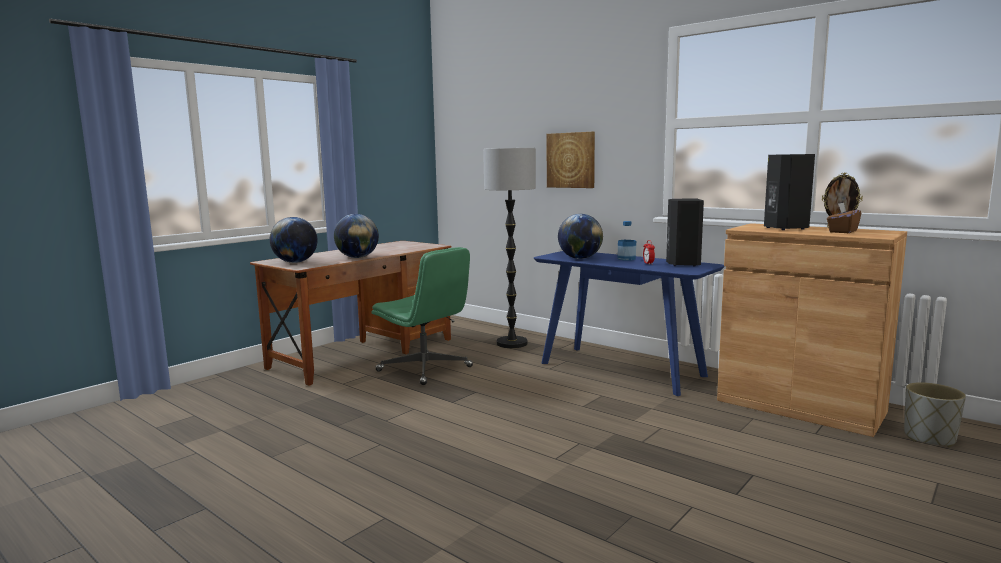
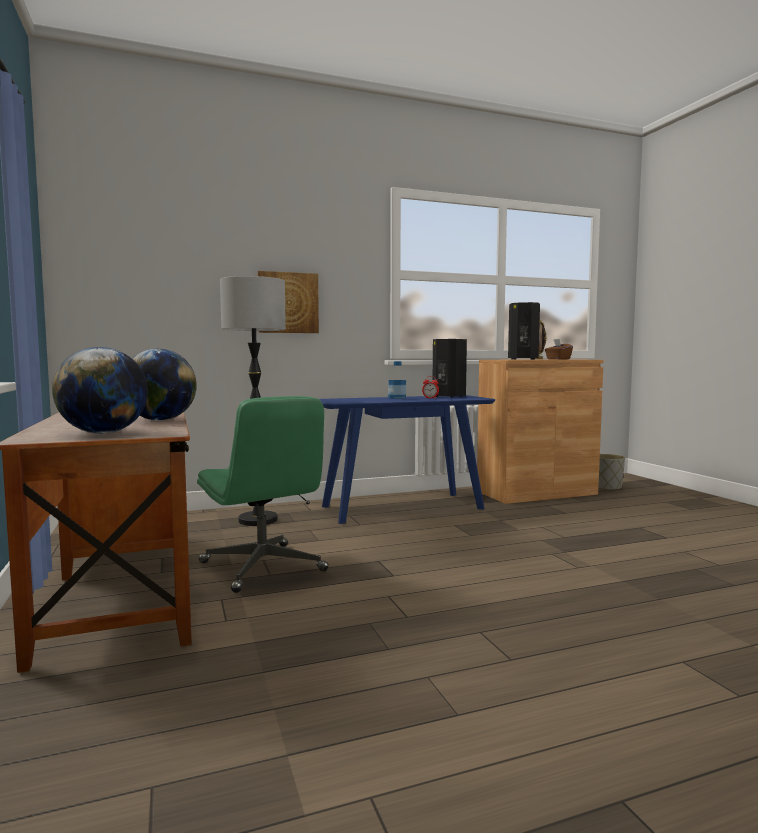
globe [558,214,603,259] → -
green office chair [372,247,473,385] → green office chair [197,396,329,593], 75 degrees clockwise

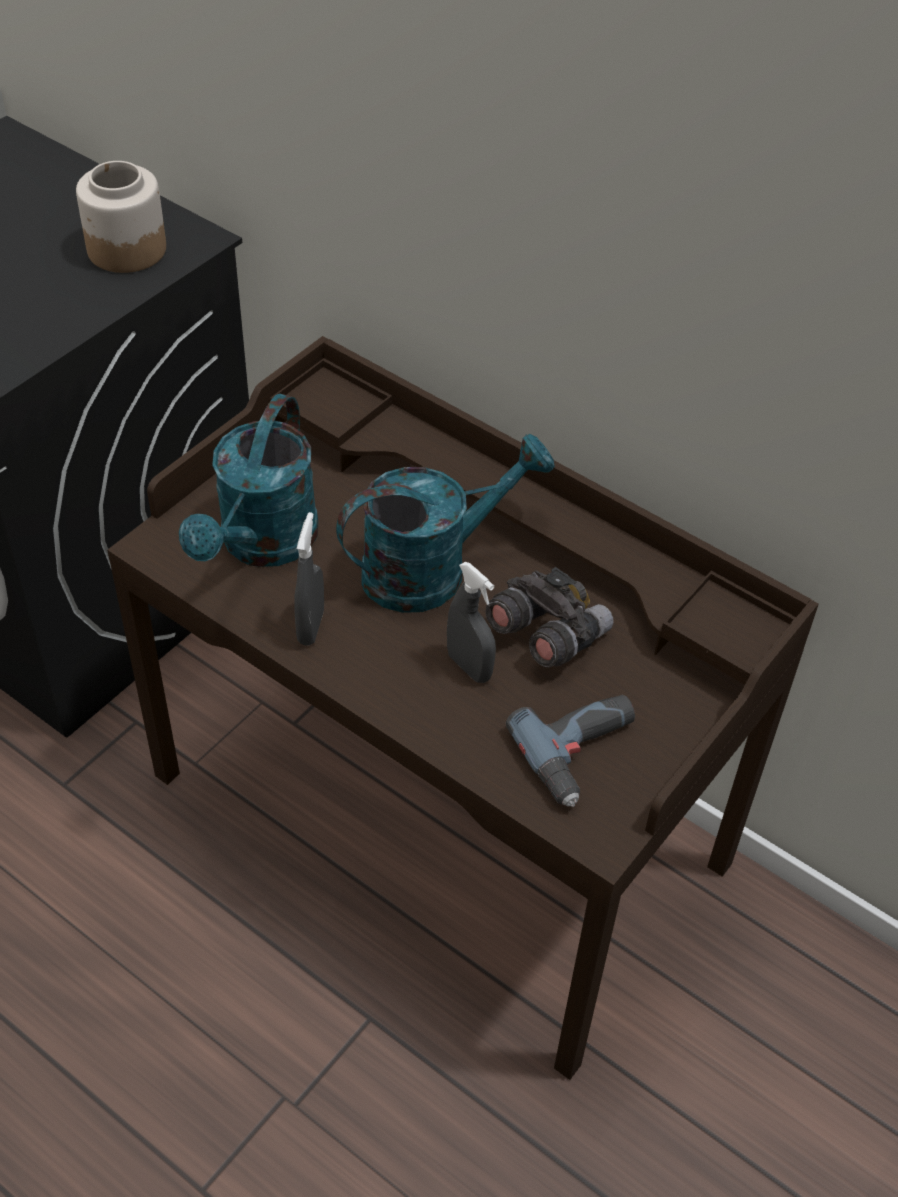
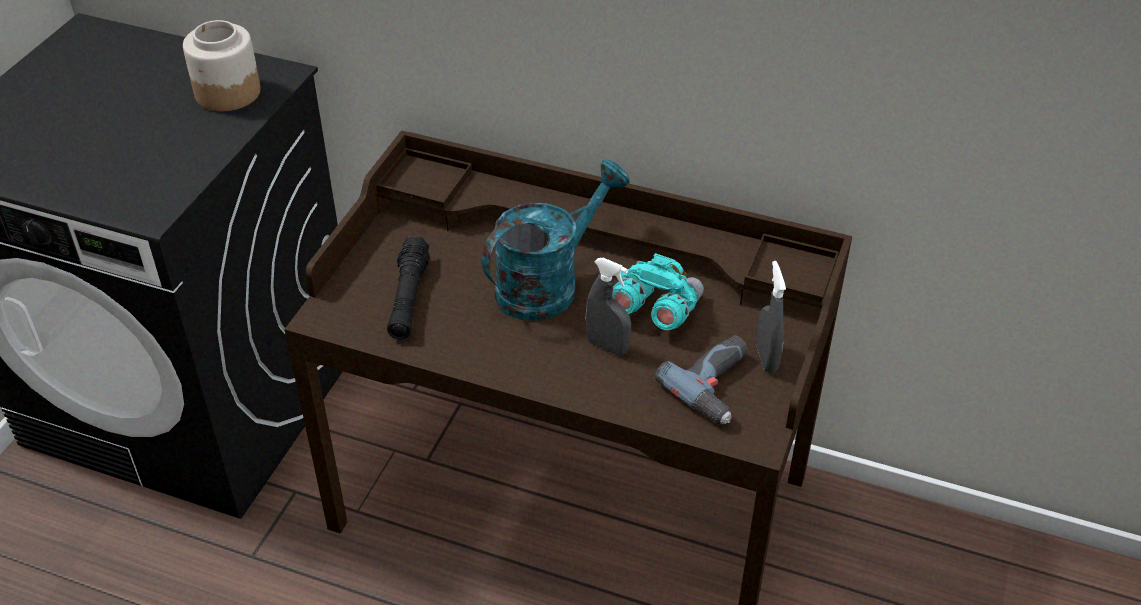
grey spray bottle [294,512,324,646] → grey spray bottle [756,261,786,373], move
turquoise watering can [179,394,318,567] → black flashlight [387,236,430,339]
grey binoculars [486,567,614,667] → turquoise binoculars [612,253,704,330]

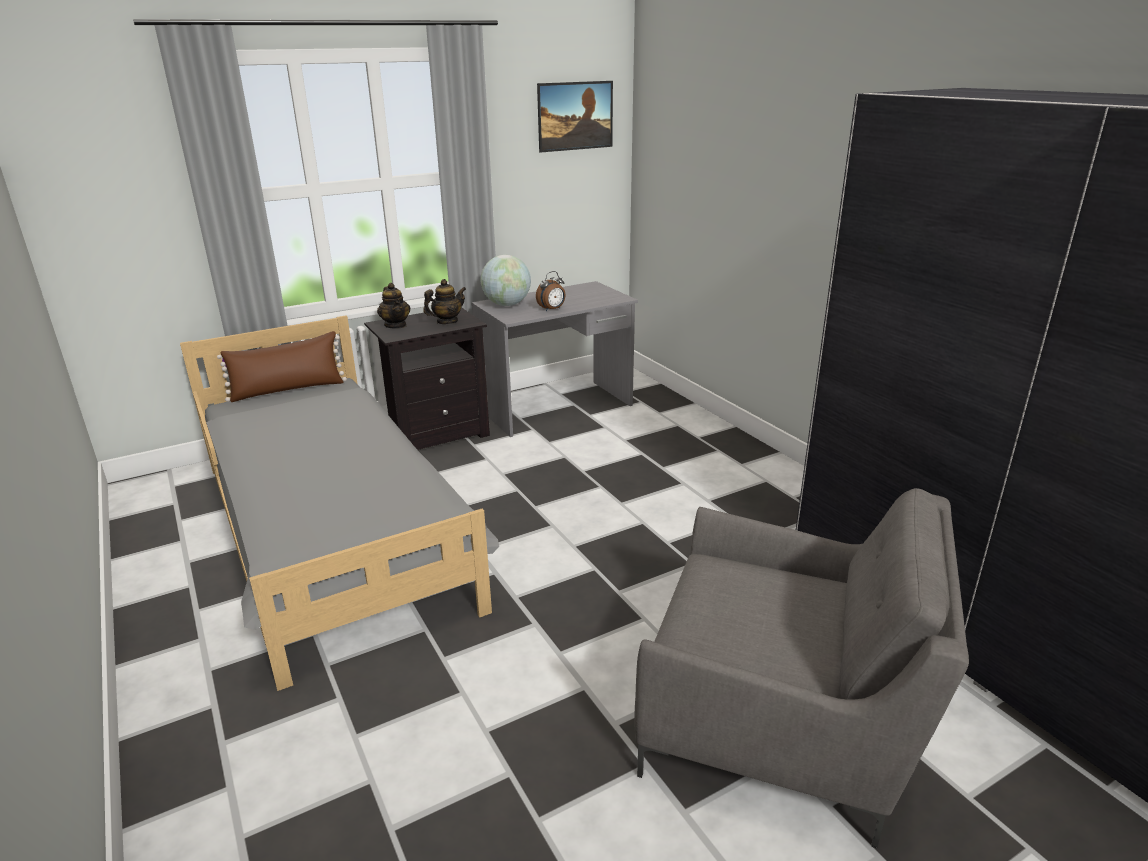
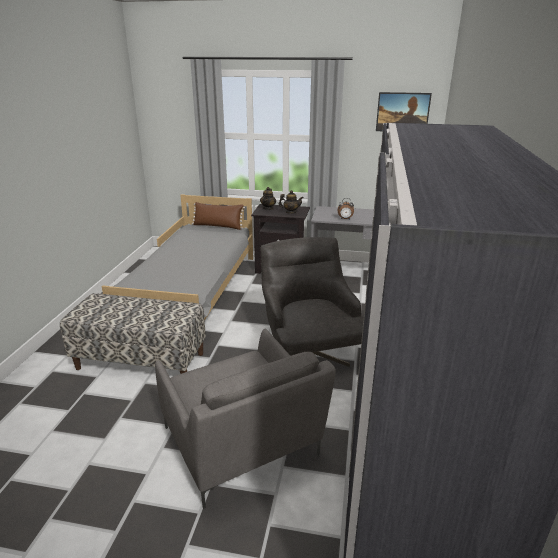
globe [481,255,531,306] → -
- → bench [60,293,206,374]
- → grey armchair [260,237,364,367]

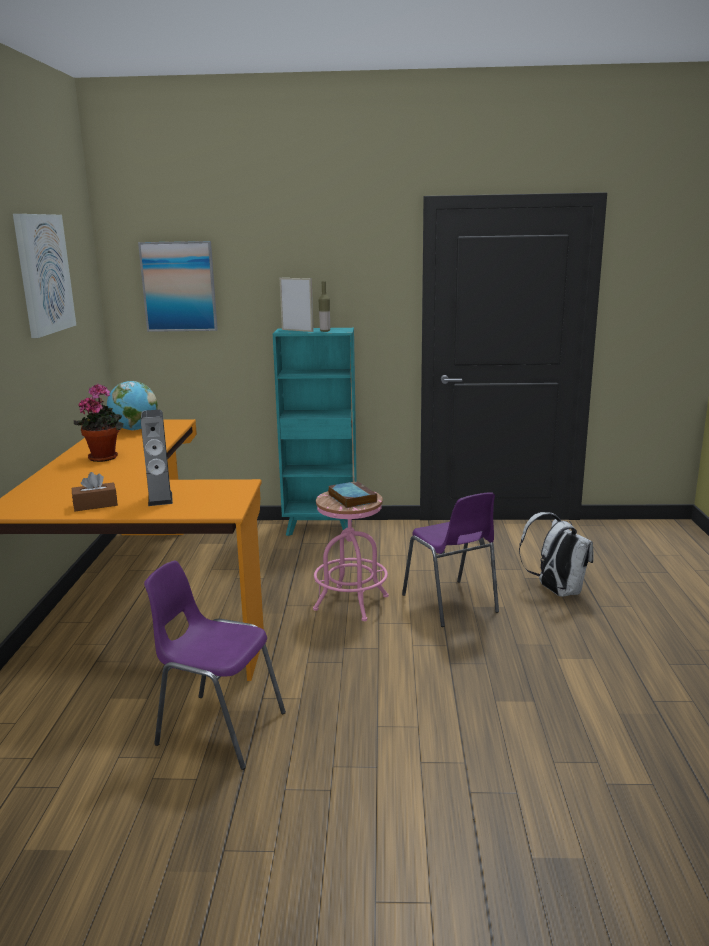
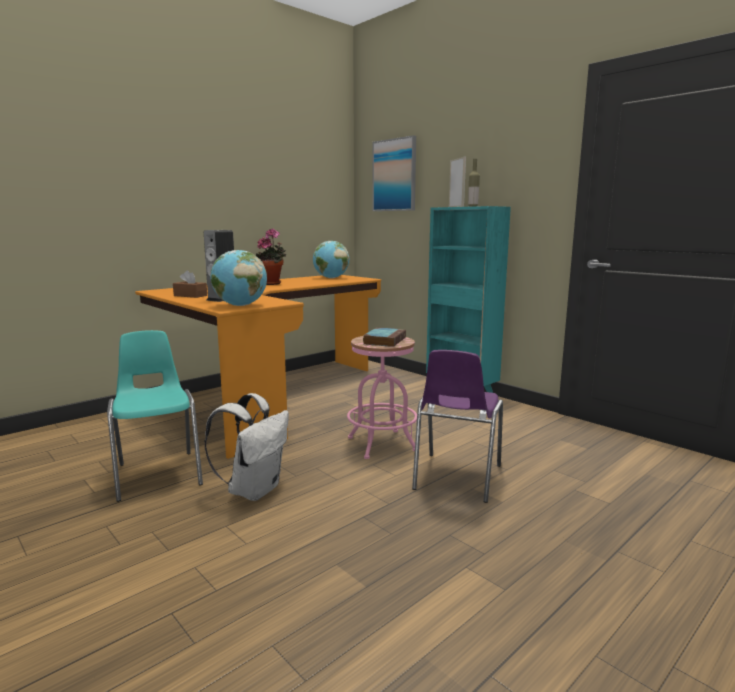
picture [13,214,76,338] → -
- → globe [211,250,267,306]
white backpack [519,512,593,597] → white backpack [204,393,289,501], move
purple chair [144,560,286,770] → turquoise chair [107,330,203,502]

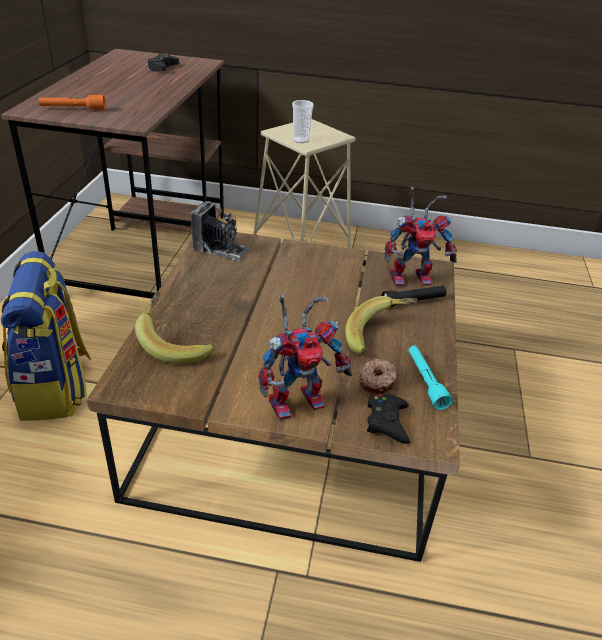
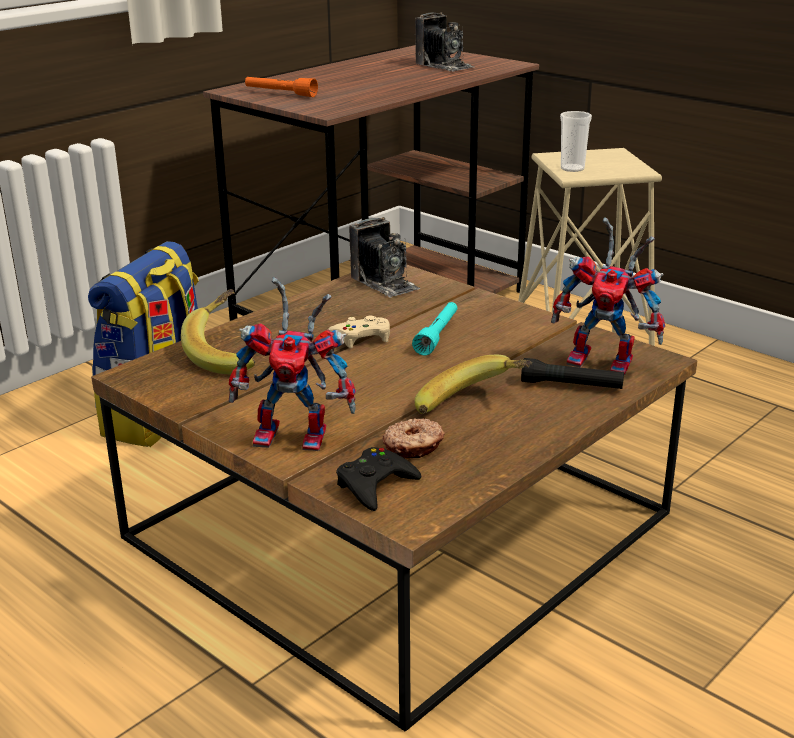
- → beige game controller [327,316,390,348]
turquoise flashlight [409,346,453,410] → turquoise flashlight [412,302,457,355], move
black game controller [148,53,180,71] → photo camera [415,12,474,72]

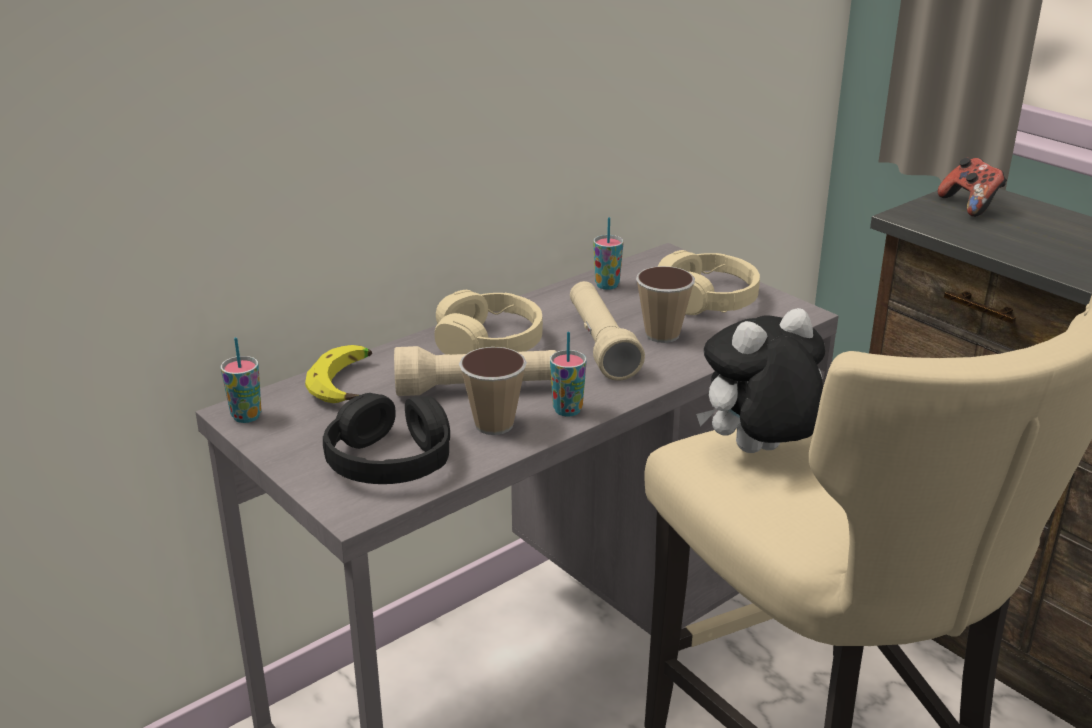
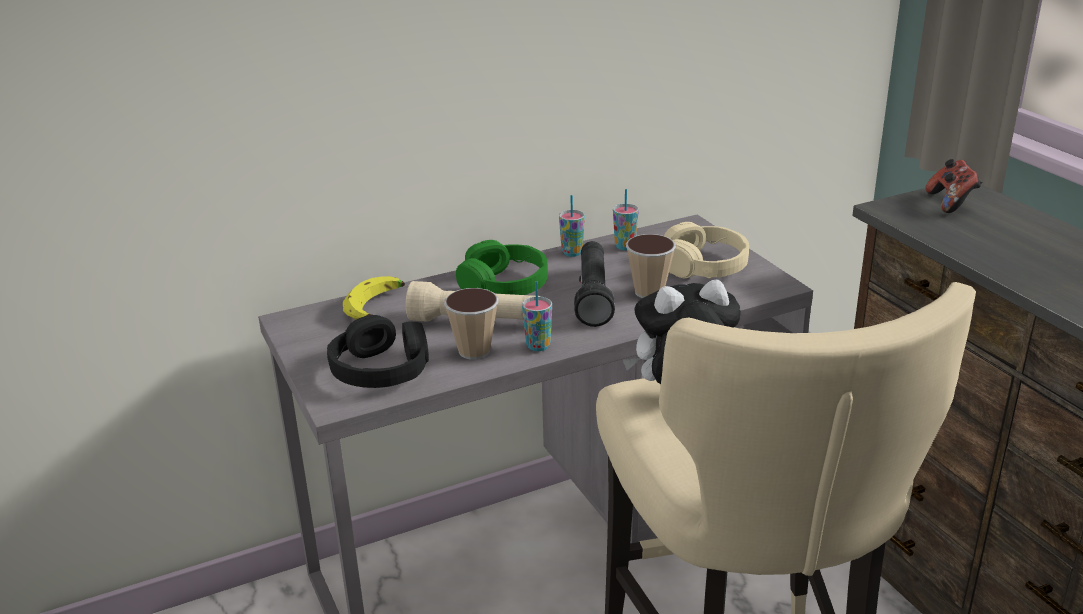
cup [221,337,261,423] → cup [559,195,585,257], move
beige headphones [435,290,543,355] → green headphones [456,240,548,295]
beige flashlight [570,281,645,381] → black flashlight [574,241,615,327]

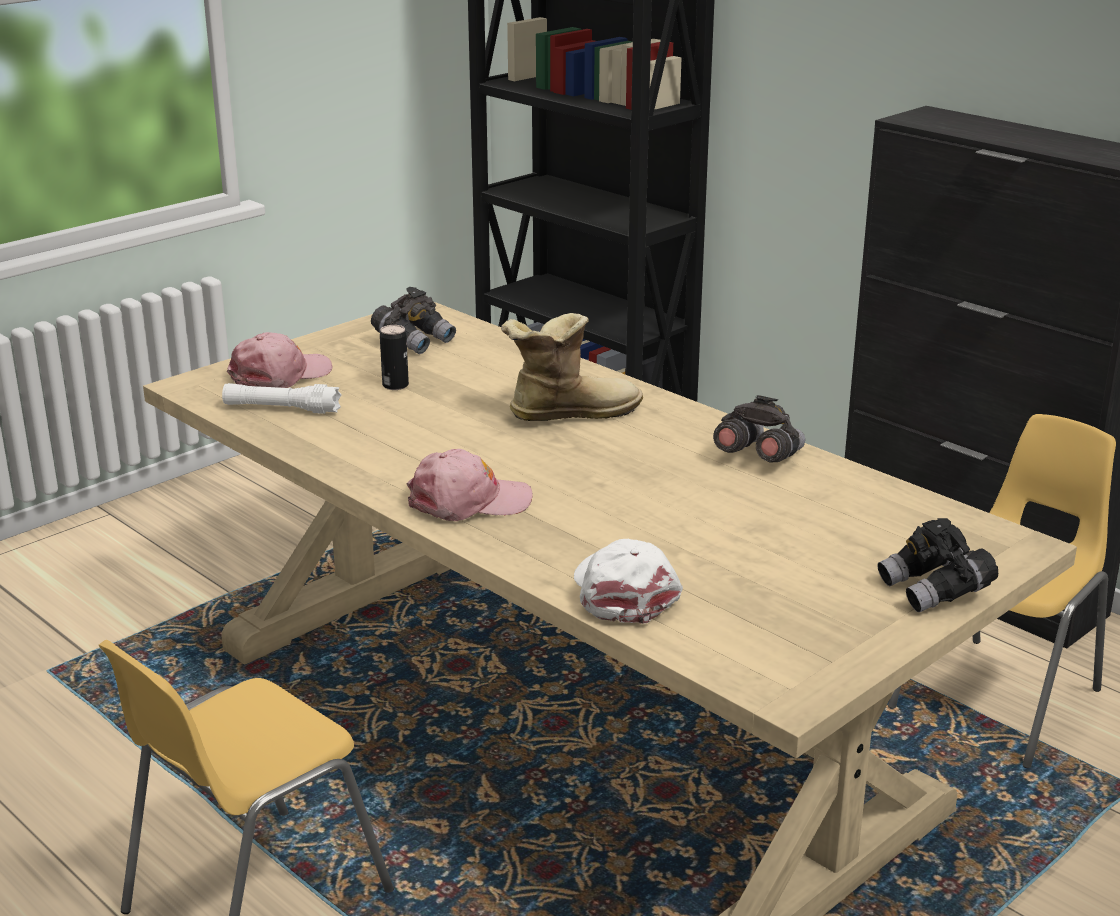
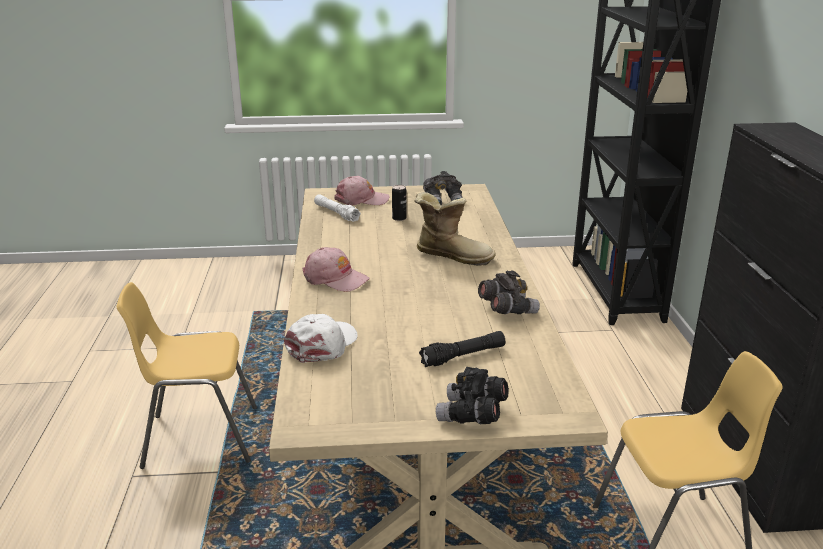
- → black flashlight [419,331,505,367]

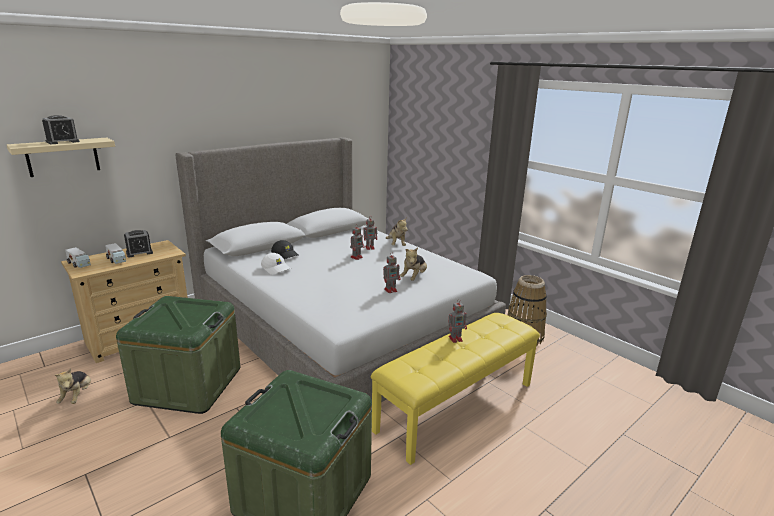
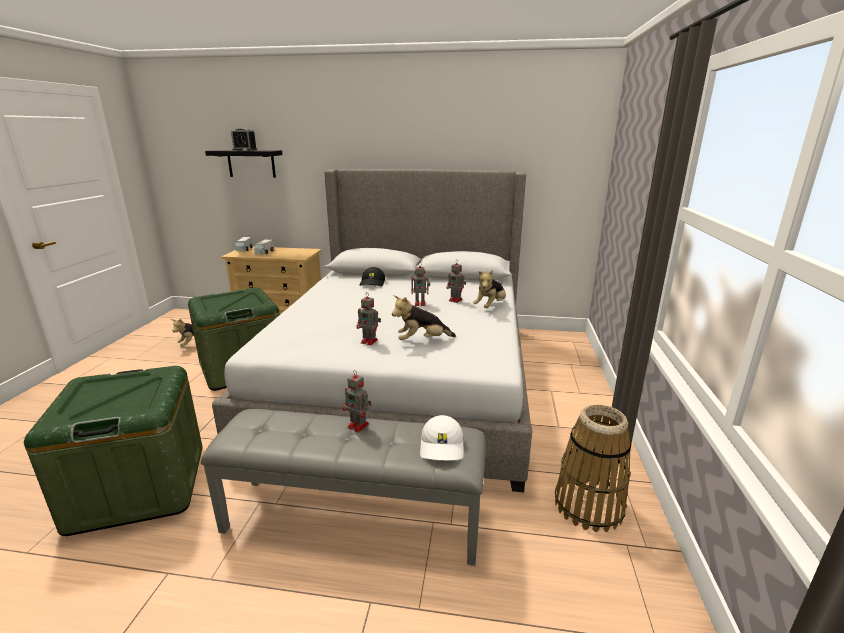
alarm clock [124,230,153,257] → -
white cap [261,253,291,275] → white cap [420,415,463,461], move
beige shelf [7,138,115,177] → black shelf [205,150,282,178]
yellow bench [371,313,540,465] → grey bench [201,409,485,566]

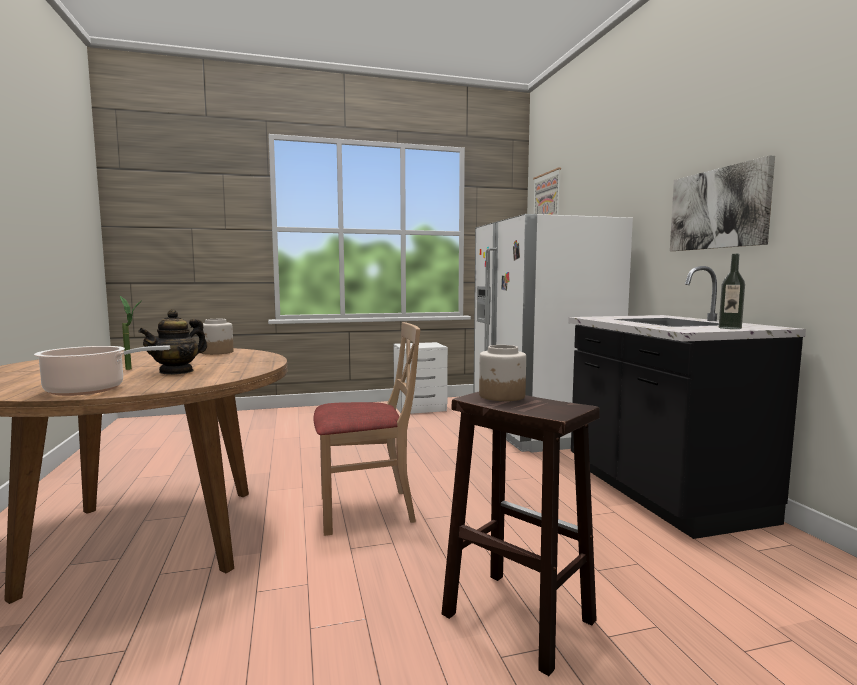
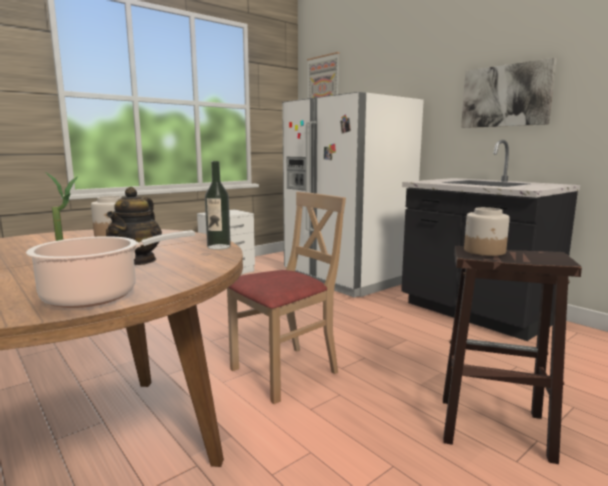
bottle [719,254,745,329] → bottle [205,161,231,250], move

